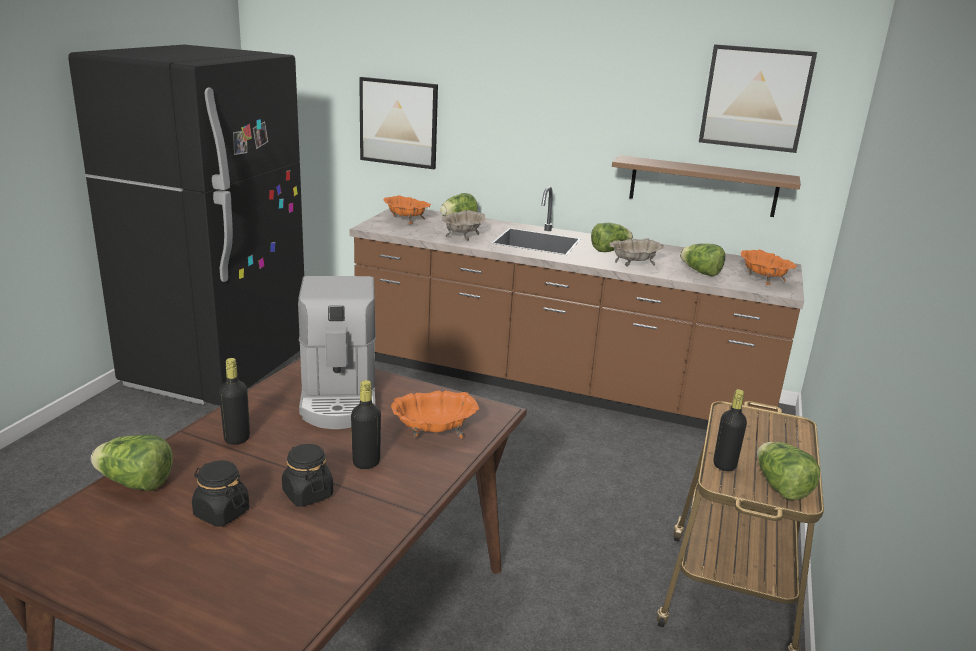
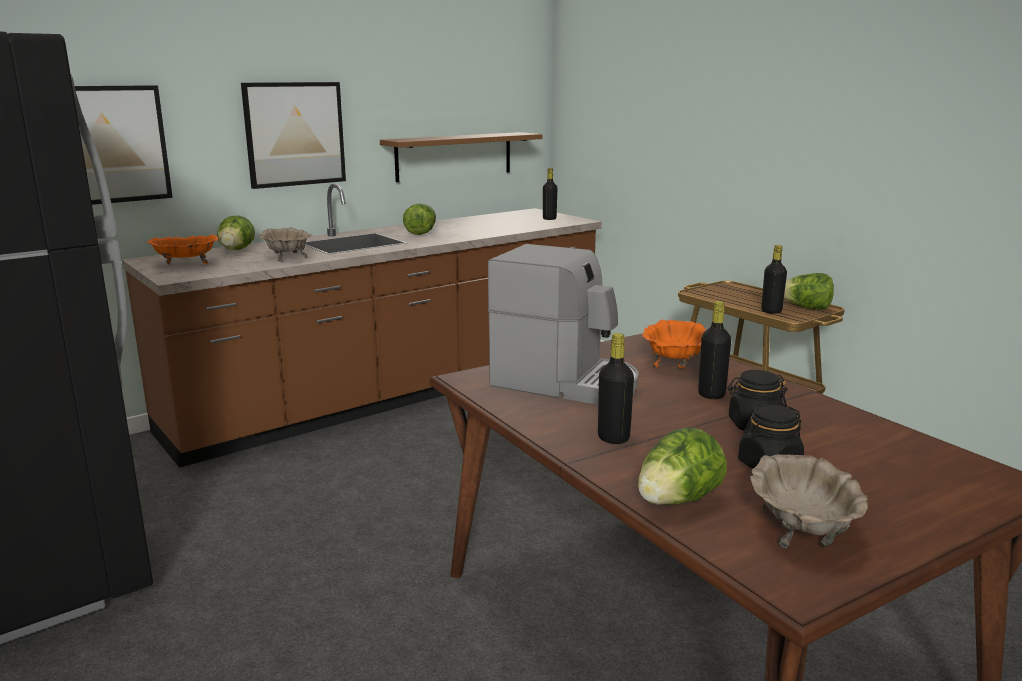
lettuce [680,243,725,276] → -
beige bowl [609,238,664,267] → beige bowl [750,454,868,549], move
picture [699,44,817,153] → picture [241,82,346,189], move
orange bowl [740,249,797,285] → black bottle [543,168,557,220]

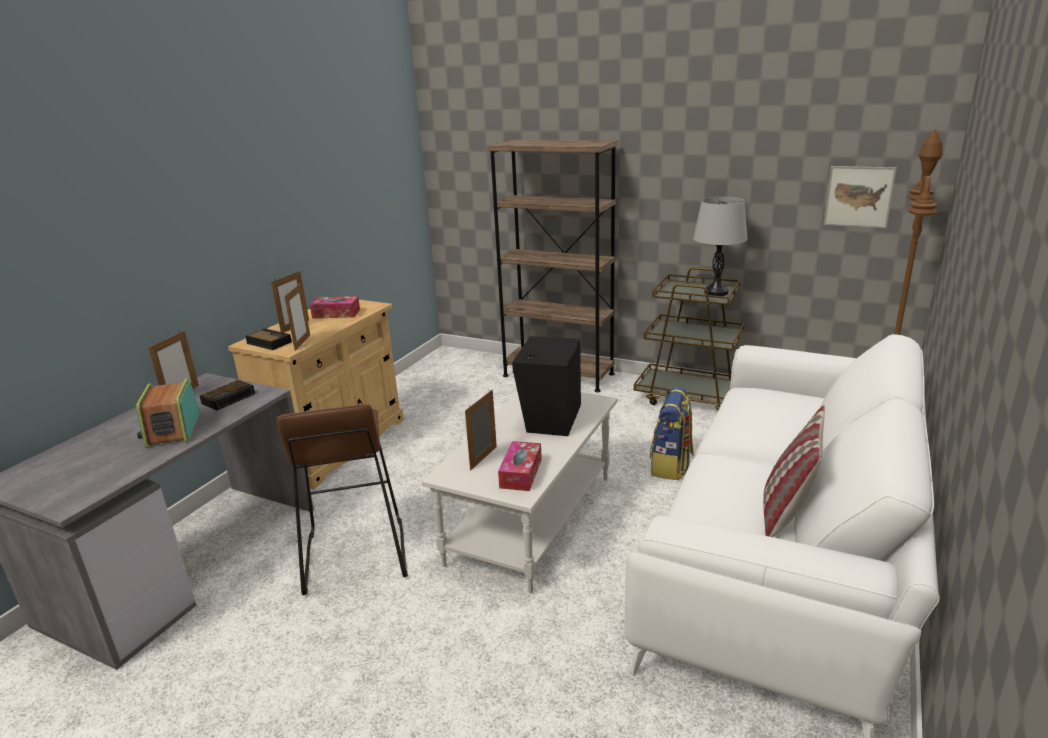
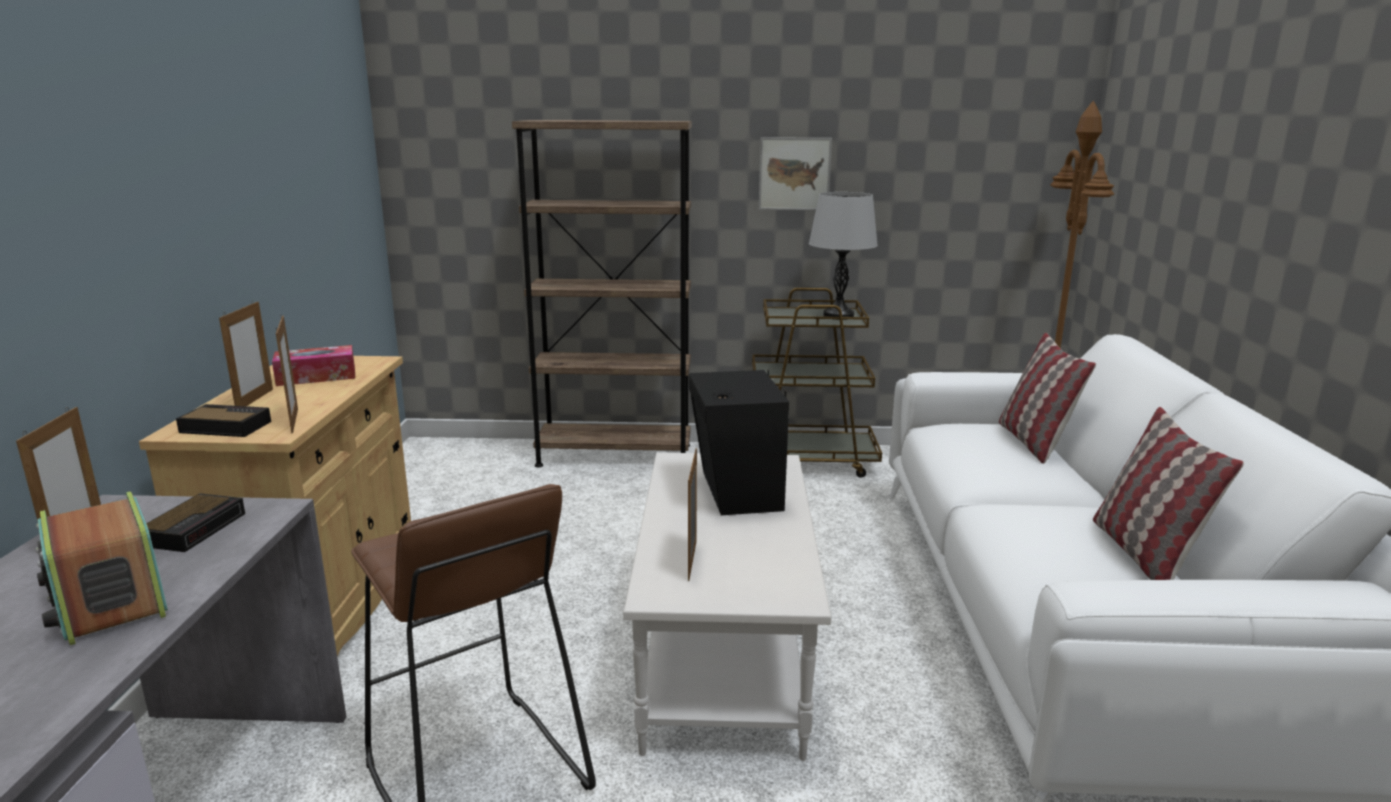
tissue box [498,441,542,491] → -
backpack [650,387,694,480] → -
- → pillow [999,333,1096,464]
picture [823,166,897,228] → picture [759,137,832,210], move

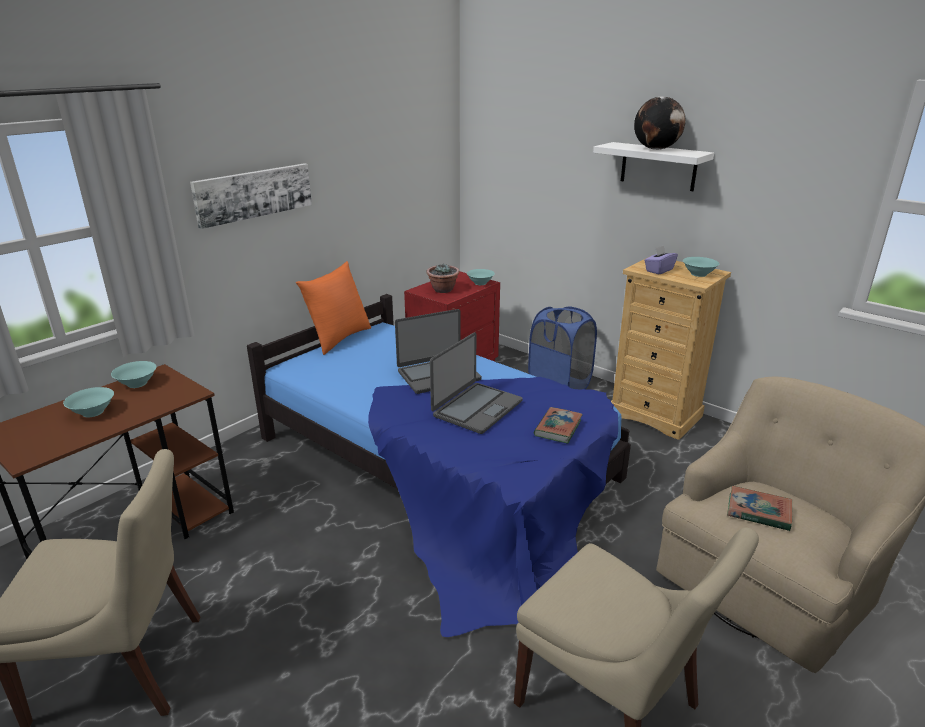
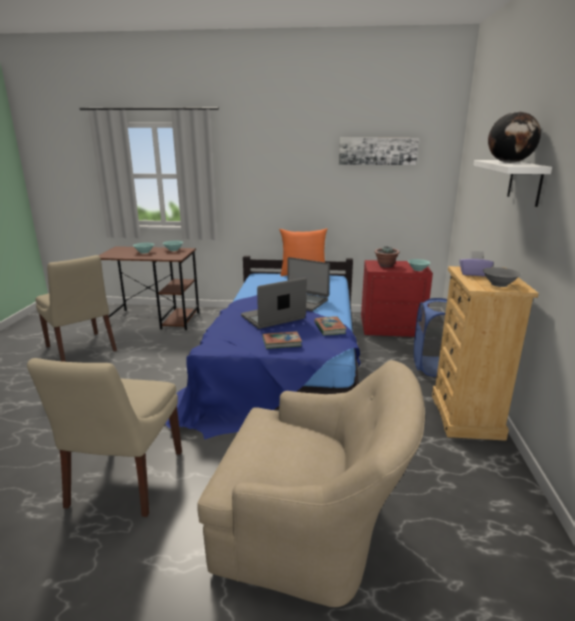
picture [190,163,312,229] → picture [339,138,419,165], move
book [727,486,792,531] → book [314,316,347,336], move
turquoise bowl [683,257,719,277] → grey bowl [483,267,521,287]
laptop [430,332,522,434] → laptop [241,278,307,329], 150 degrees clockwise

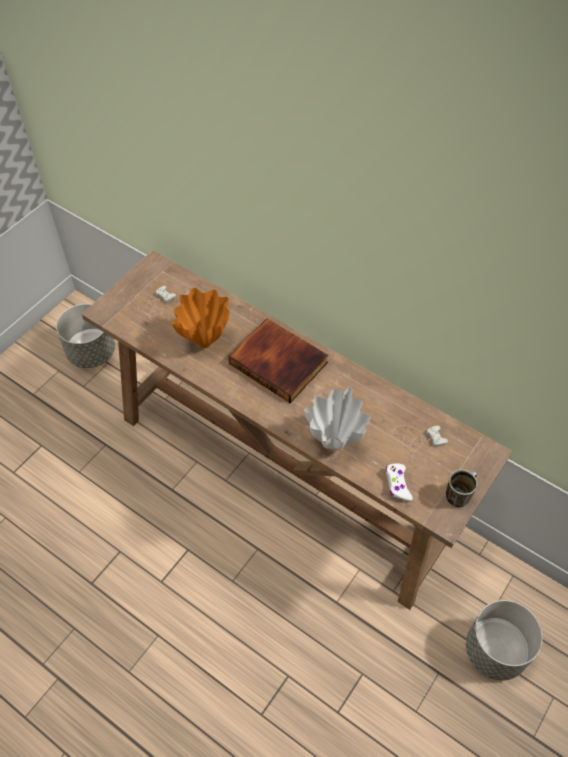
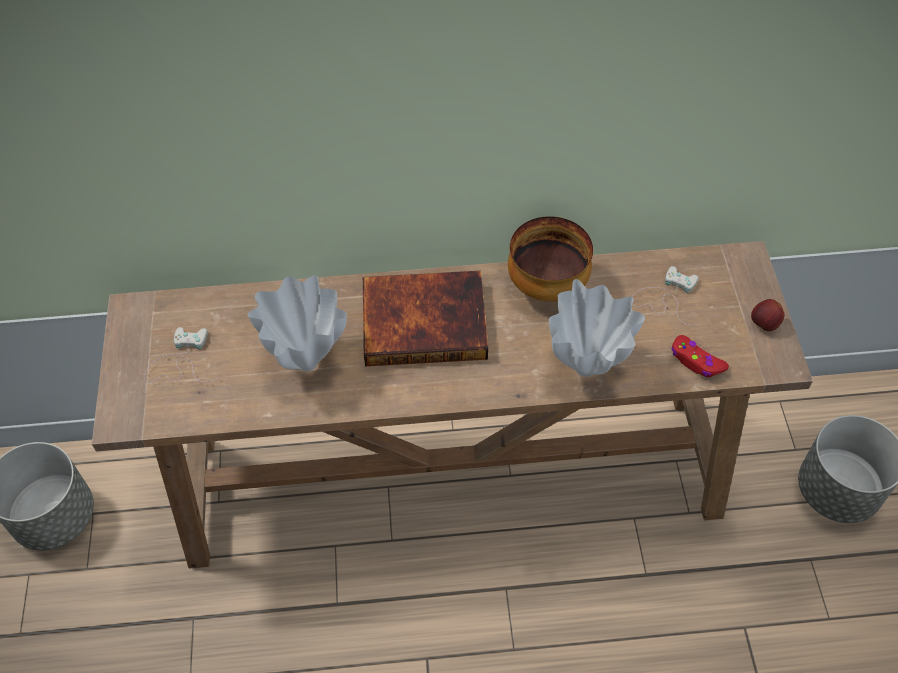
- → bowl [508,216,593,301]
mug [446,469,478,507] → apple [751,299,785,331]
orange vase [172,288,230,348] → white vase [247,275,347,371]
white game controller [386,463,413,501] → red game controller [671,335,729,377]

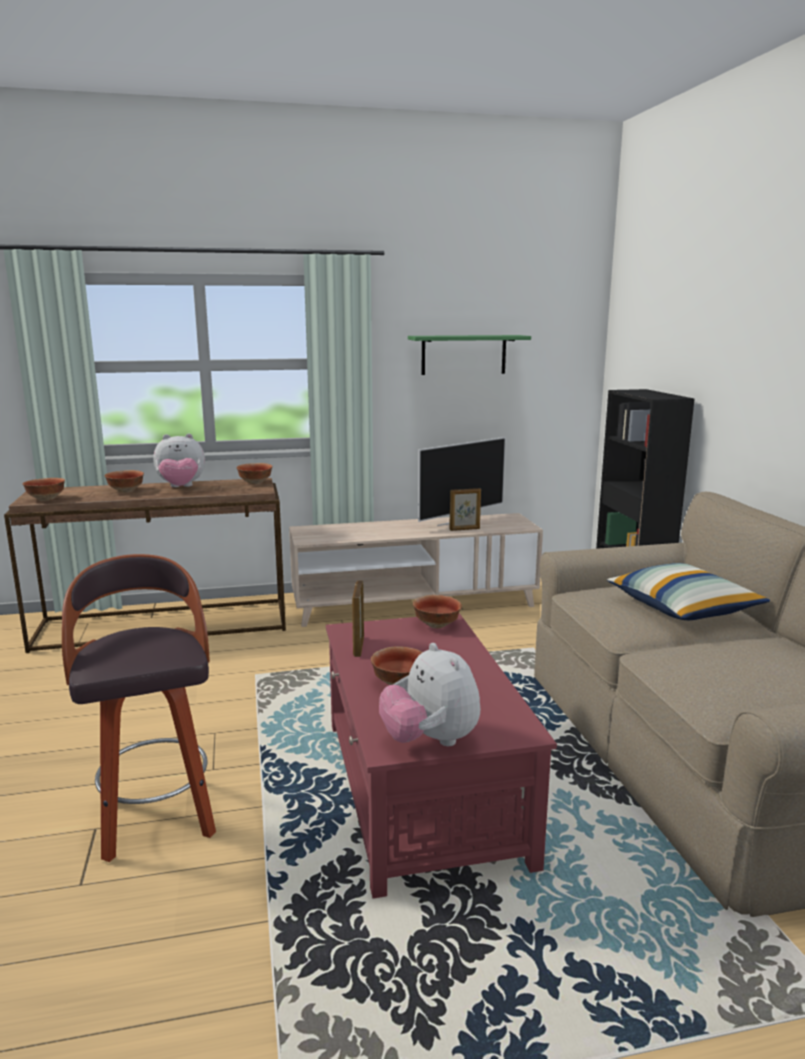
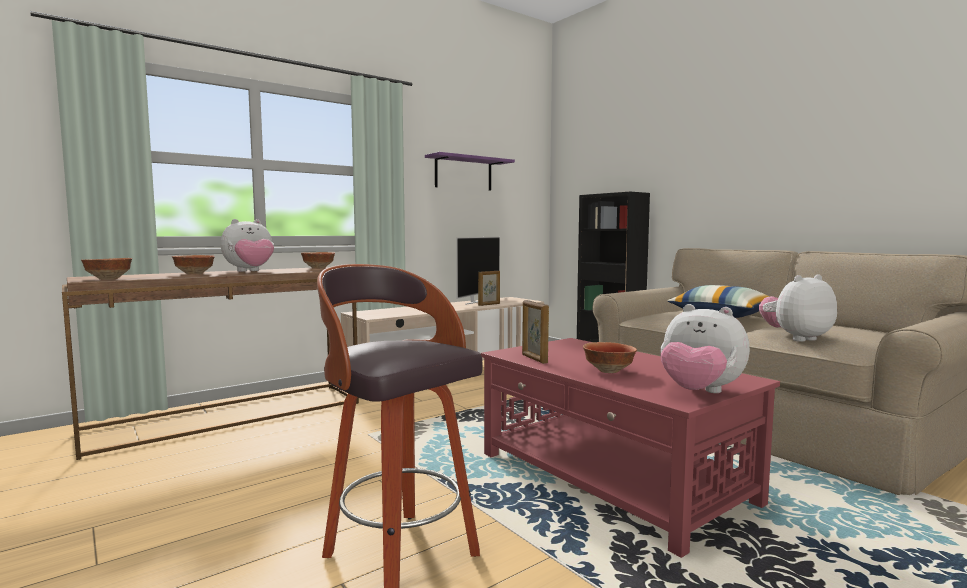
bowl [413,595,462,628] → -
- → plush toy [759,274,837,342]
green shelf [408,335,531,375] → purple shelf [425,152,515,191]

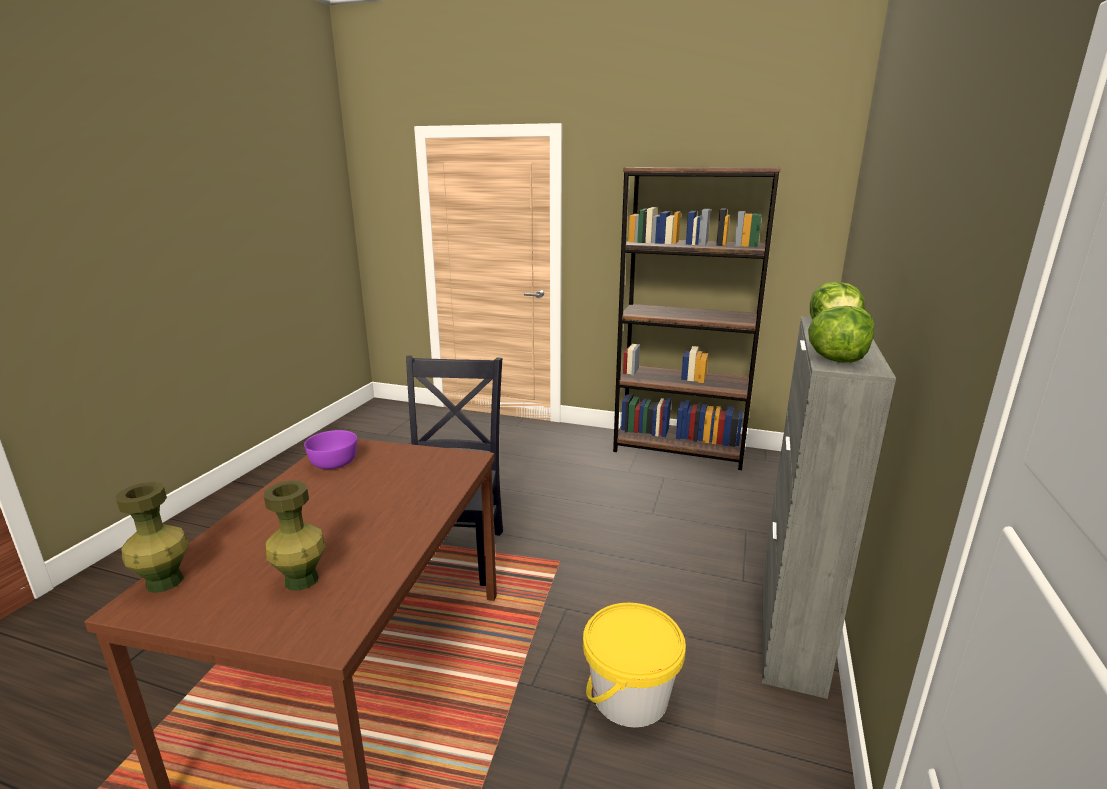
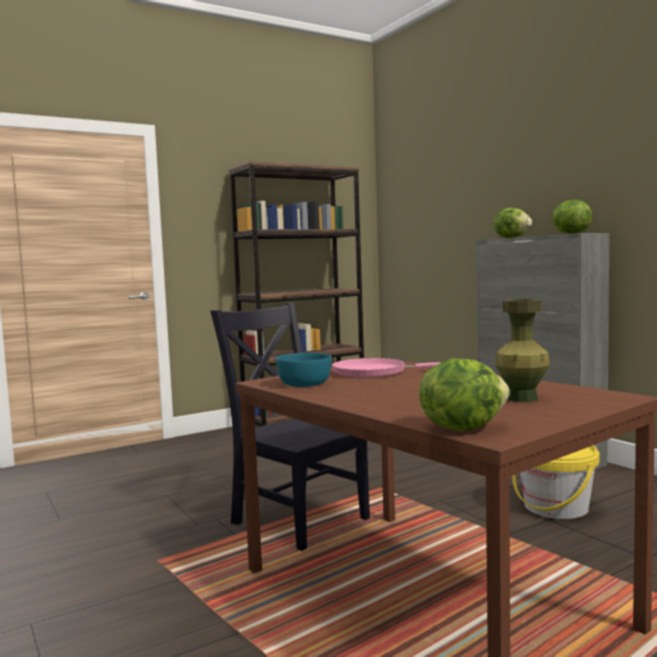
- → pink frying pan [332,358,441,377]
green vase [115,482,189,593] → lettuce [419,359,510,431]
purple bowl [304,430,357,469] → turquoise bowl [276,353,332,387]

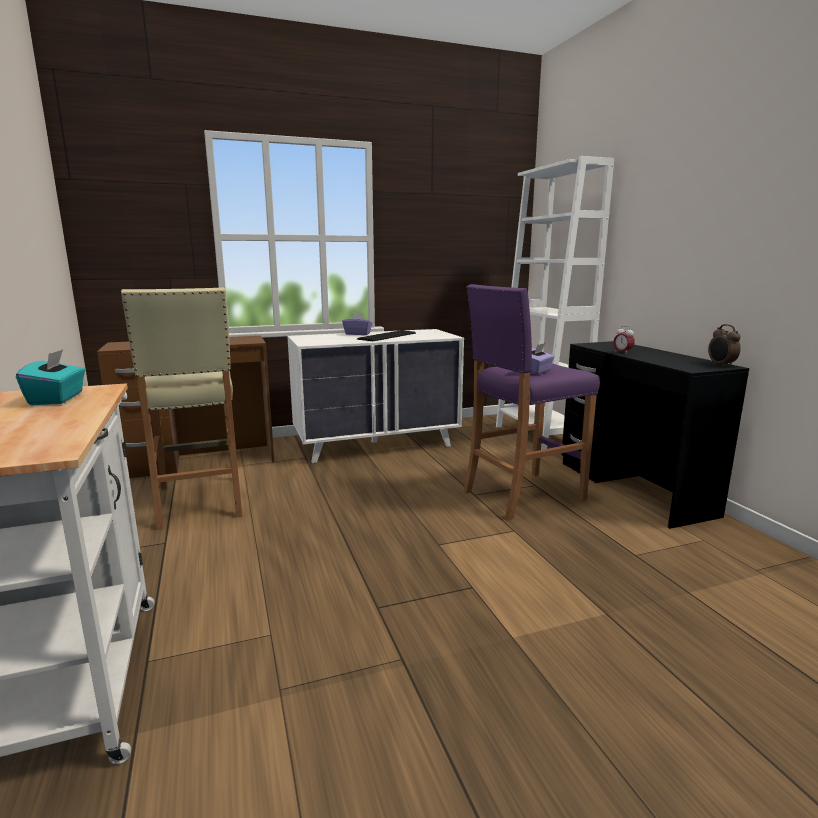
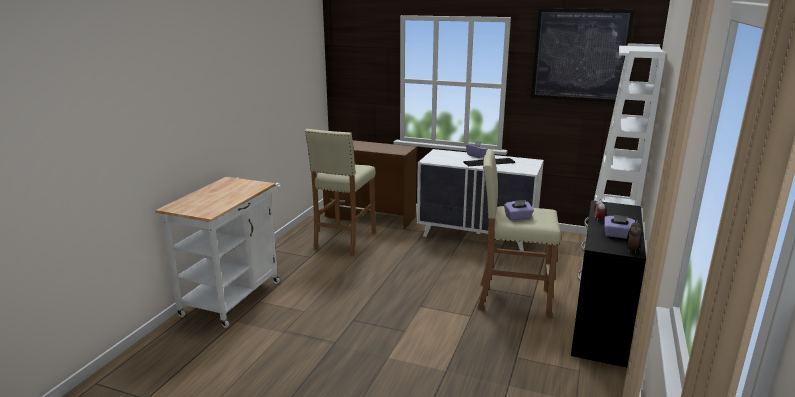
turquoise tissue box [16,349,85,405] → -
- → picture [531,8,635,103]
- → purple tissue box [604,215,635,239]
purple stool [464,284,600,520] → beige stool [477,149,561,318]

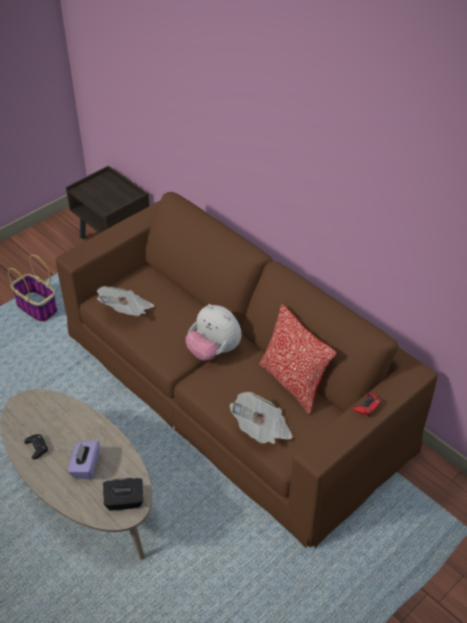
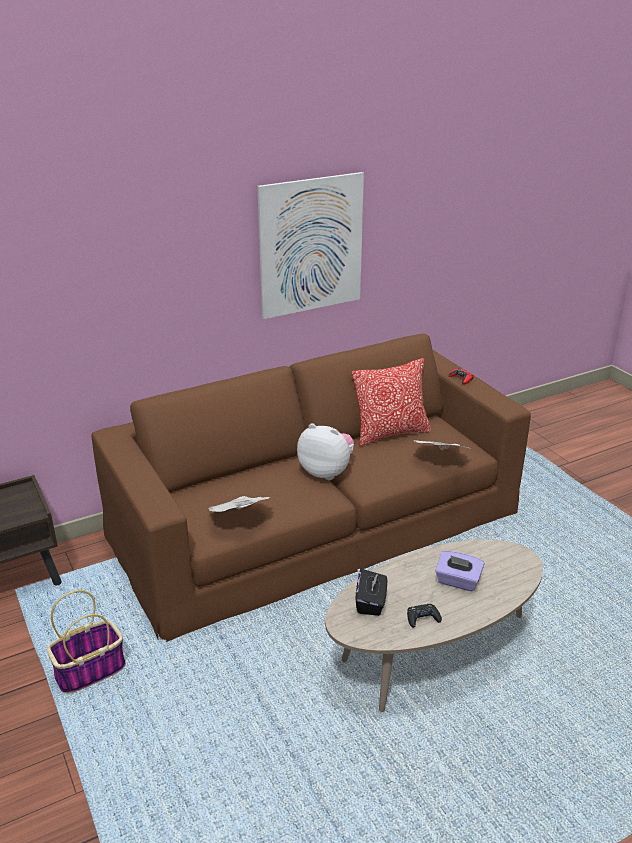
- → picture [257,172,364,319]
black tissue box [103,478,143,510] → black tissue box [356,569,387,616], move
plush toy [186,304,241,361] → plush toy [297,423,354,480], 120 degrees counterclockwise

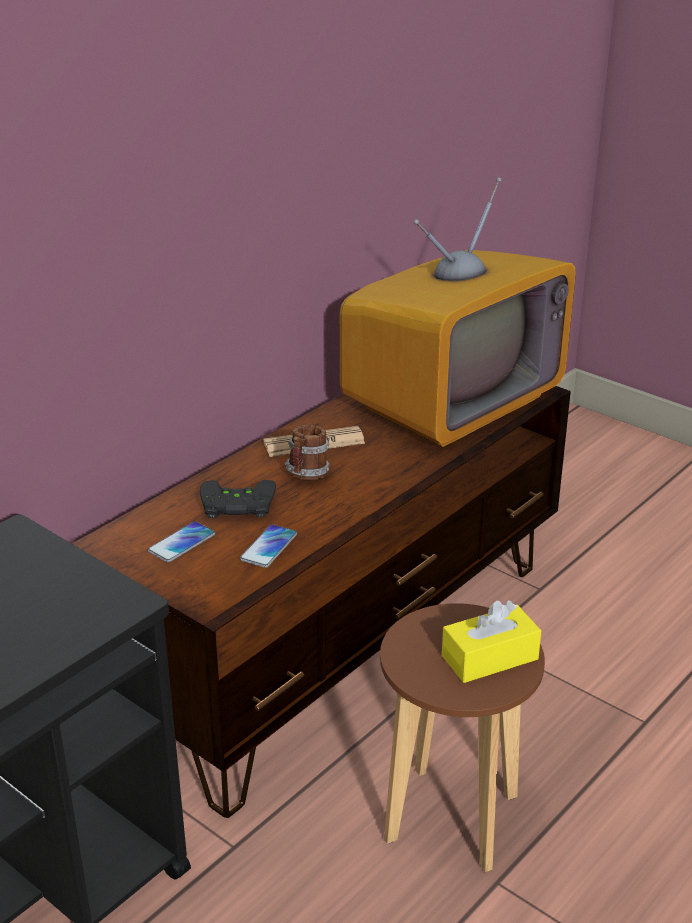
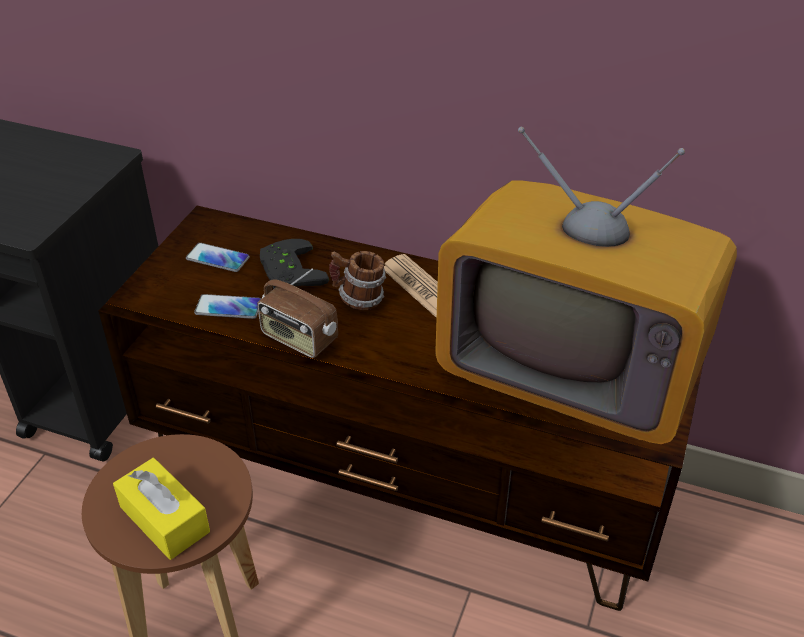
- → radio [257,269,338,358]

